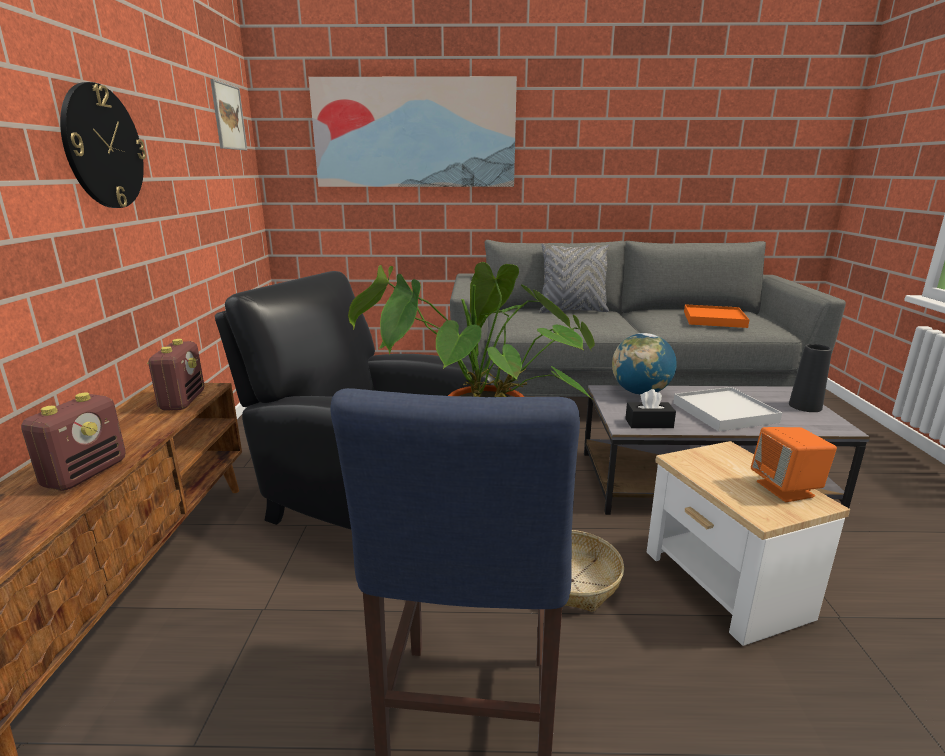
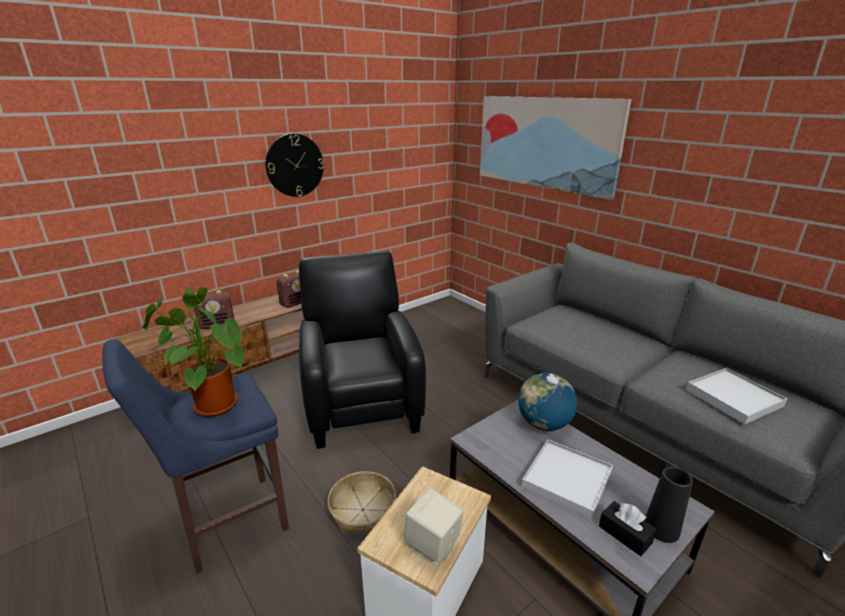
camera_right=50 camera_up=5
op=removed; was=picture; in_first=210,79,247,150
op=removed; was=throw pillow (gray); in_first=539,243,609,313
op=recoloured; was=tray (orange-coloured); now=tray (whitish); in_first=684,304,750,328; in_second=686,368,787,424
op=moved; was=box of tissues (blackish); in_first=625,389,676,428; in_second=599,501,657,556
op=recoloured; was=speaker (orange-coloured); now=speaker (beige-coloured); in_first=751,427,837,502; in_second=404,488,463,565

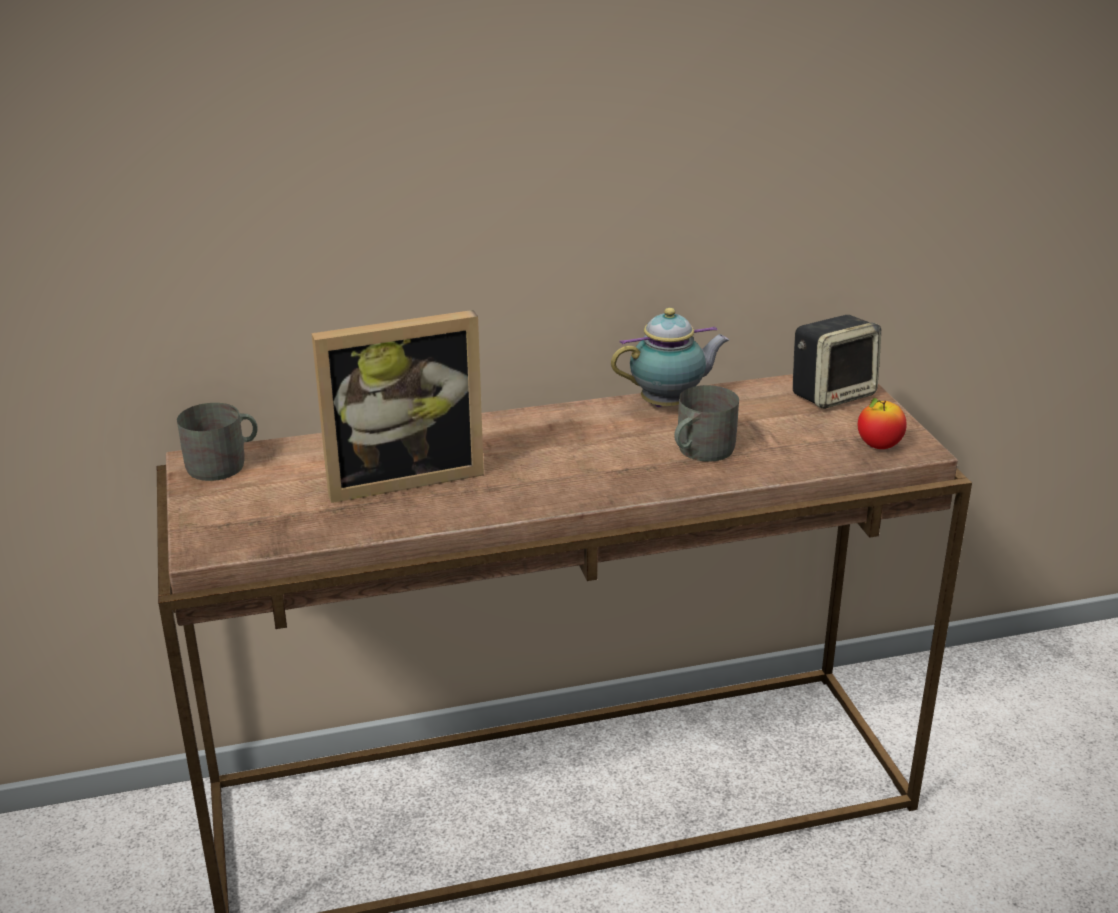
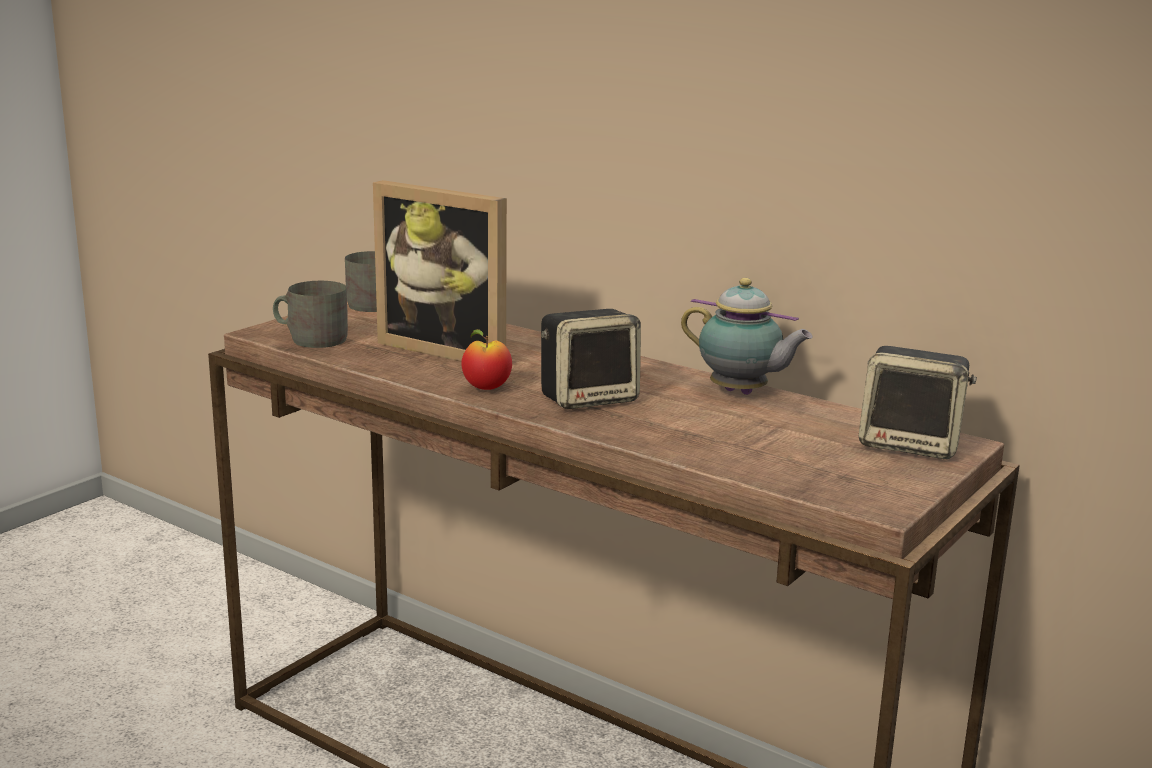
camera_right=50 camera_up=-10
op=moved; was=tea mug (gray); in_first=674,385,739,462; in_second=273,281,348,348
op=moved; was=whole apple; in_first=858,398,907,449; in_second=461,329,512,390
op=added; now=speaker; in_second=541,309,641,409

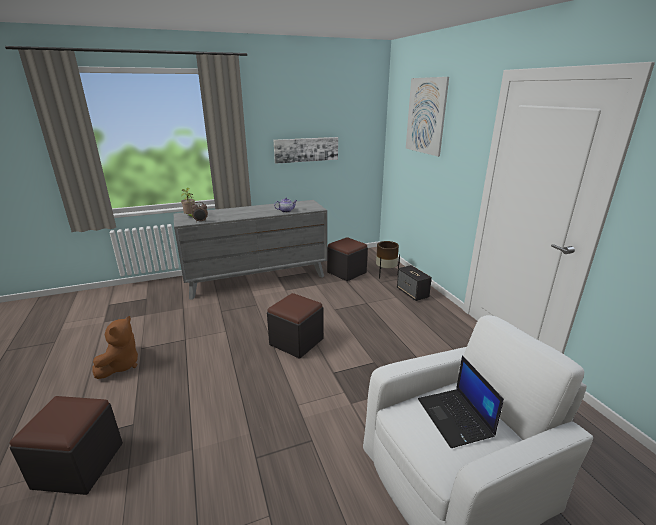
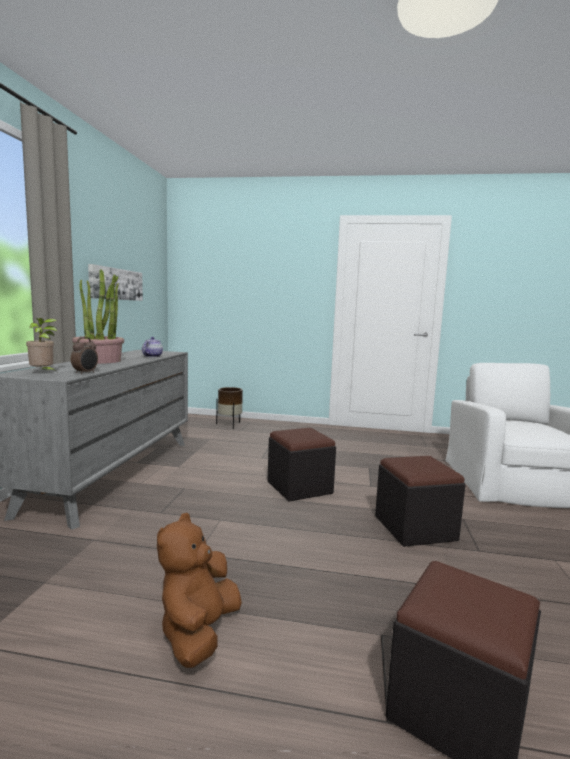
camera_right=-60 camera_up=-15
op=removed; was=picture; in_first=406,77,449,157
op=moved; was=pouffe (blackish); in_first=327,237,368,281; in_second=375,456,466,547
op=removed; was=speaker; in_first=397,265,432,301
op=turned; was=plush toy (brown-coloured); in_first=93,316,138,379; in_second=157,513,242,668; clockwise=-120
op=removed; was=notebook computer; in_first=418,356,504,448
op=added; now=plant in a pot; in_second=72,270,124,364

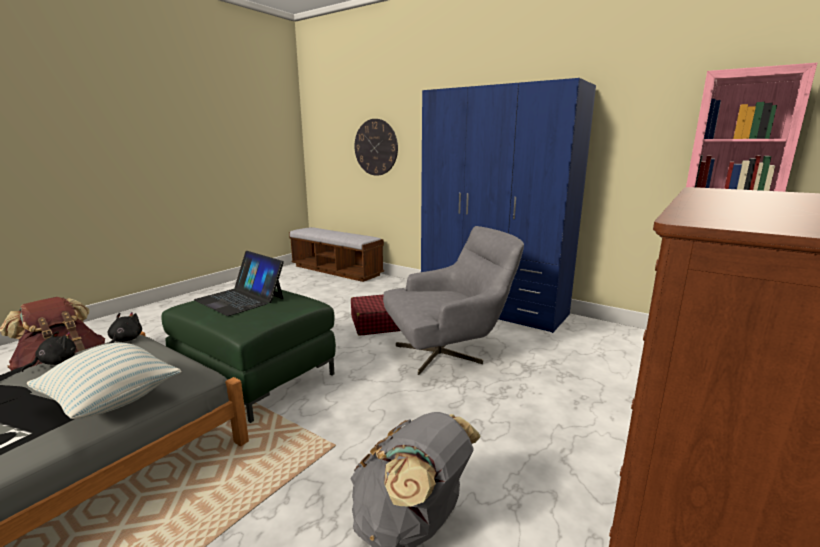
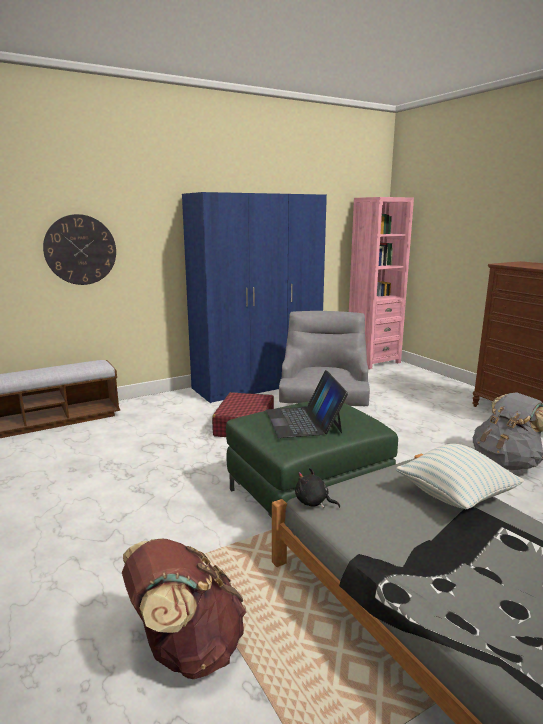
camera_right=-65 camera_up=0
op=turned; was=notebook computer; in_first=194,251,284,316; in_second=266,370,348,438; clockwise=105
op=removed; was=plush toy (blackish); in_first=21,331,76,372

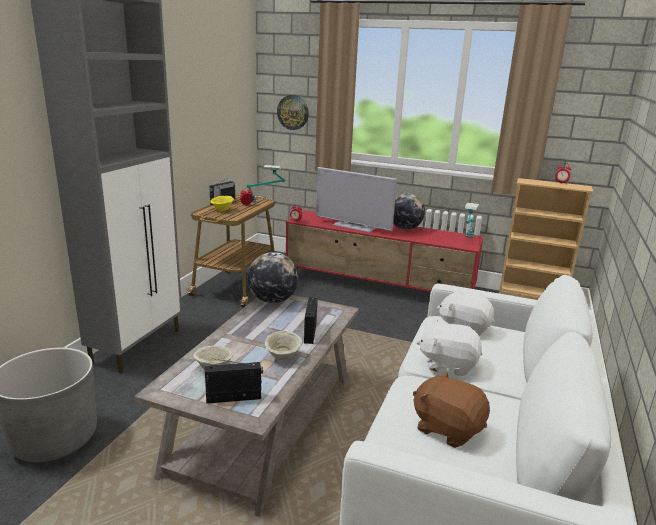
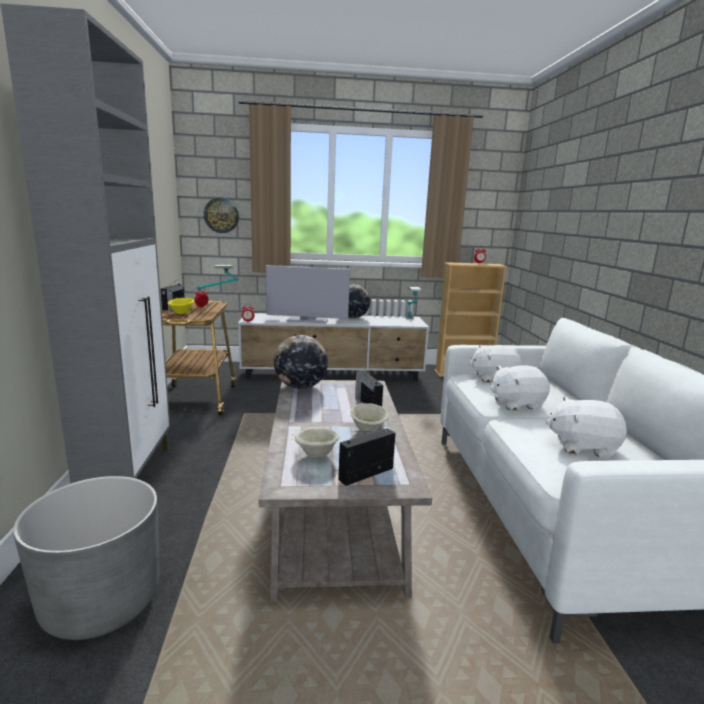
camera_right=-25 camera_up=-5
op=recoloured; was=media console (red); now=media console (whitish); in_first=286,210,484,292; in_second=238,313,429,381
op=recoloured; was=plush toy (brown-coloured); now=plush toy (whitish); in_first=413,372,490,448; in_second=546,397,627,458

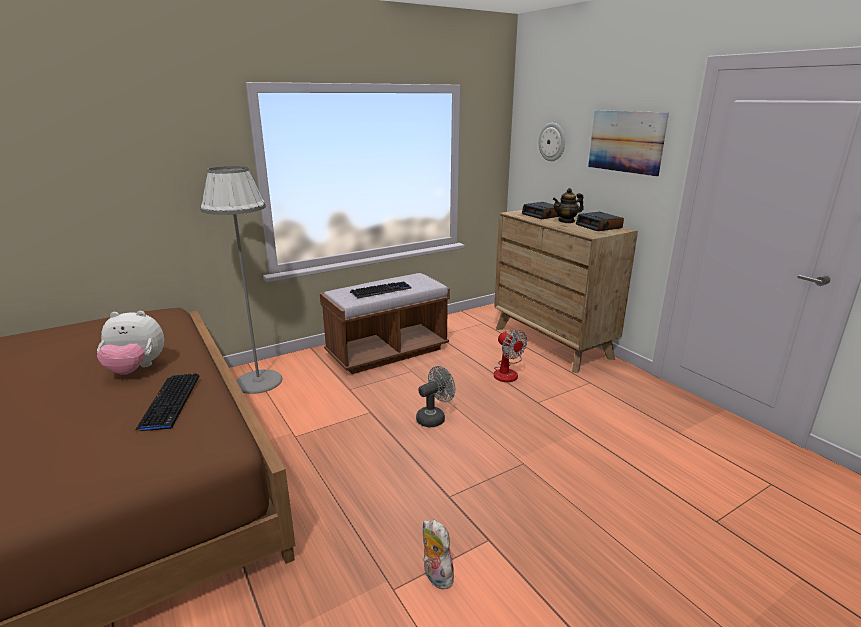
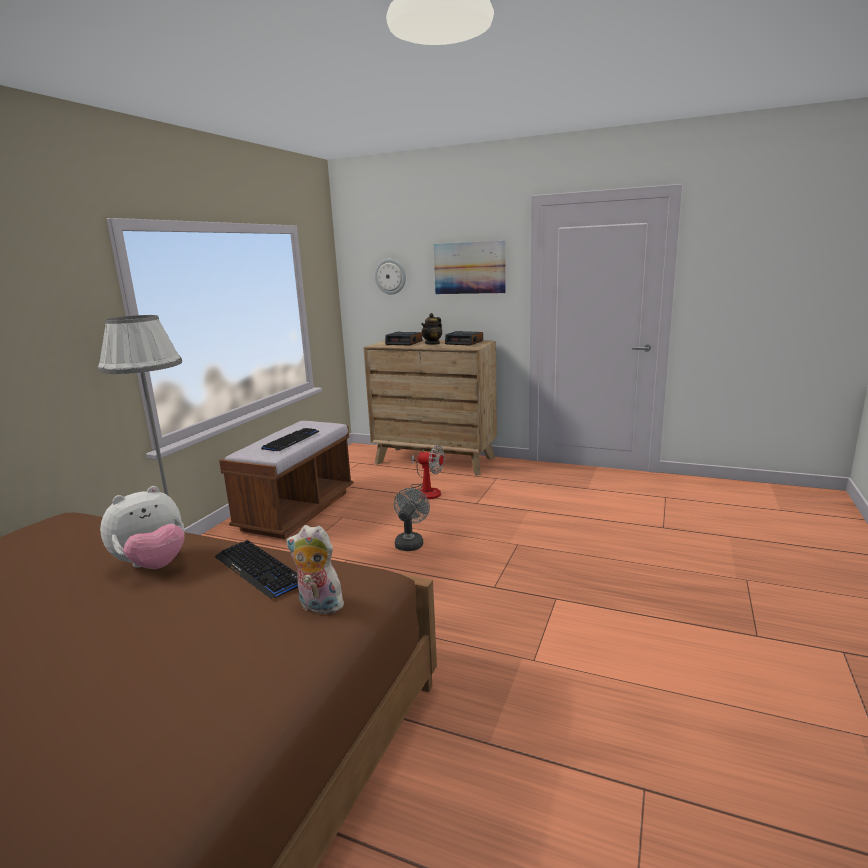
camera_right=-35 camera_up=-5
op=moved; was=plush toy; in_first=422,520,454,589; in_second=286,525,346,614

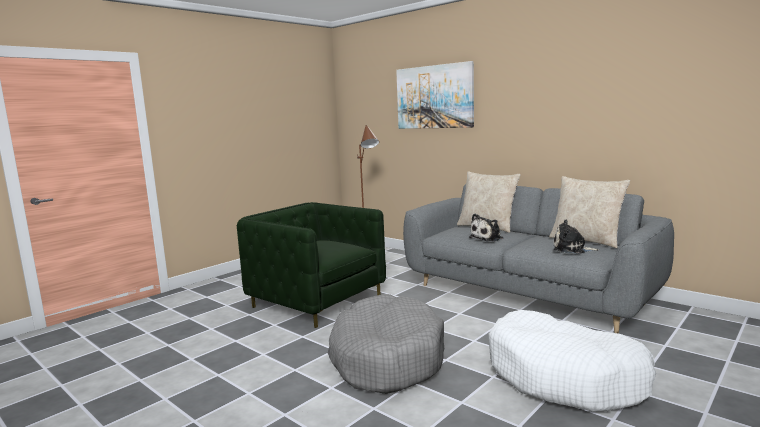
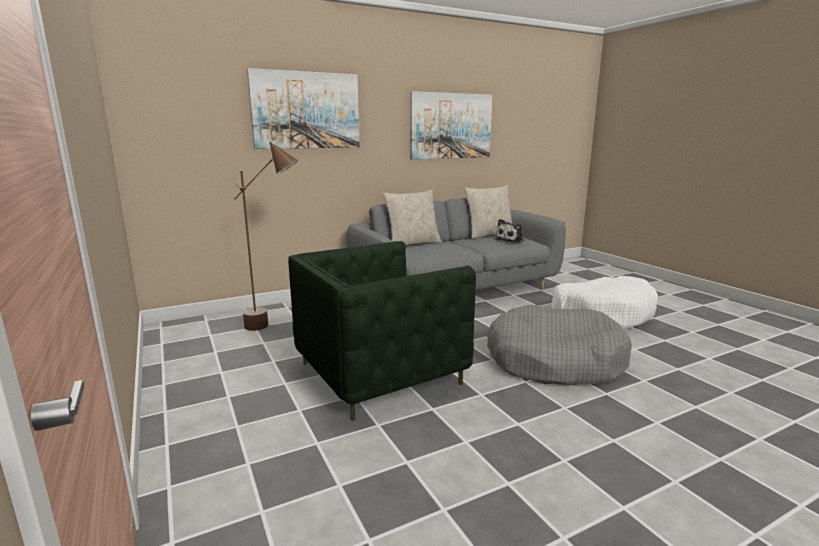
camera_right=-70 camera_up=5
op=removed; was=plush toy; in_first=469,214,504,242
op=added; now=picture; in_second=410,91,492,159

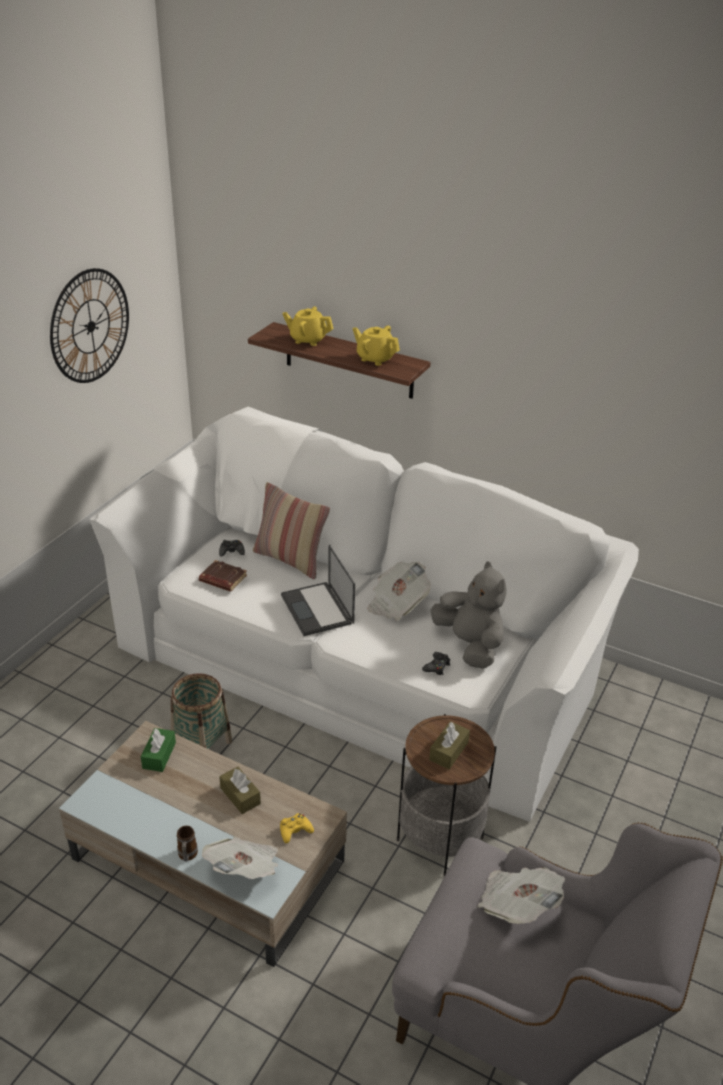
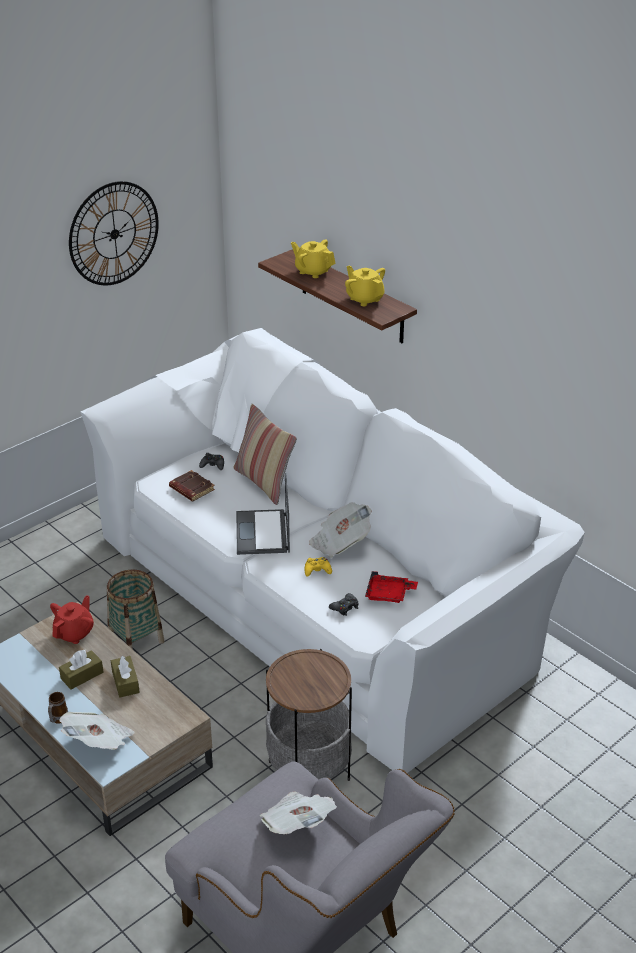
camera_right=20 camera_up=0
op=replaced; was=plush toy (gray); now=tray (red); in_first=431,561,506,669; in_second=365,571,418,603
op=moved; was=box of tissues (brown-coloured); in_first=429,721,470,769; in_second=59,650,103,690
op=replaced; was=box of tissues (green); now=tea pot (red); in_first=141,728,176,772; in_second=50,595,94,644
op=moved; was=game controller (yellow-coloured); in_first=280,813,314,843; in_second=305,557,332,576

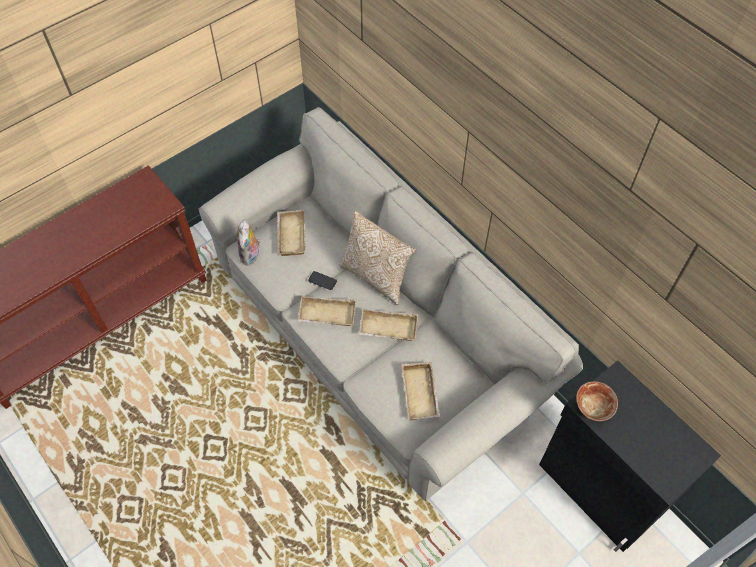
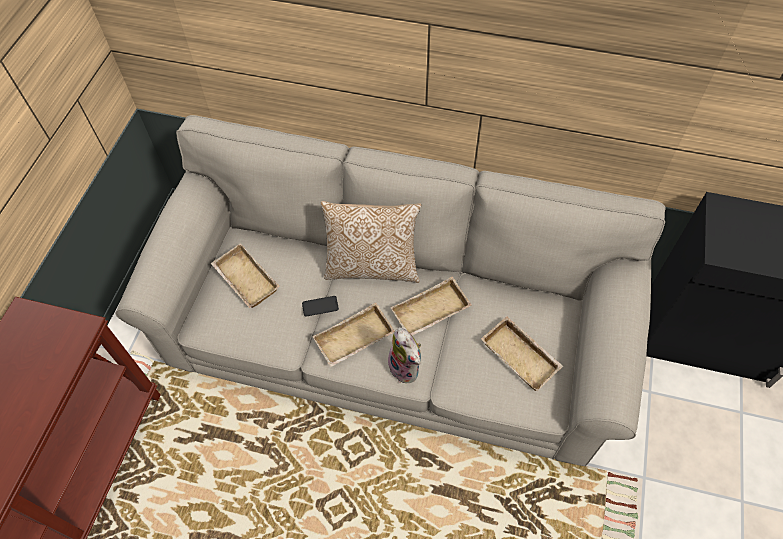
camera_right=-35 camera_up=0
op=moved; was=plush toy; in_first=237,220,260,266; in_second=388,327,421,383
op=removed; was=bowl; in_first=576,381,618,421

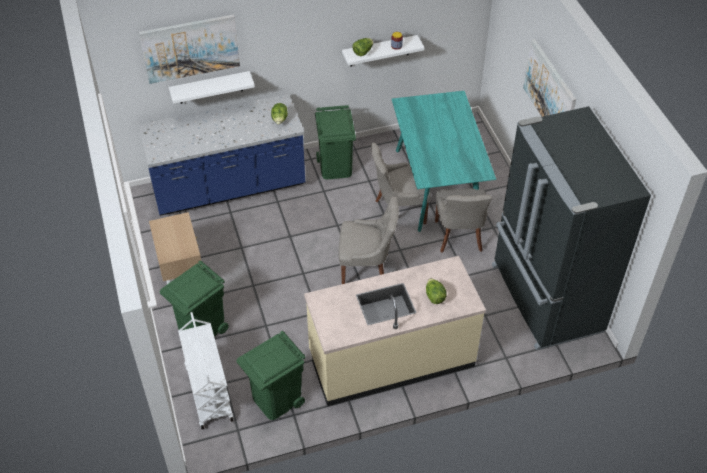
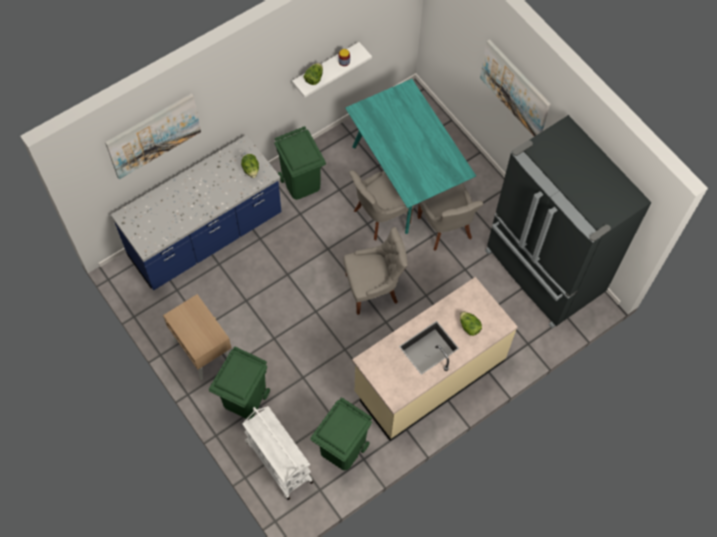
camera_right=-20 camera_up=15
op=removed; was=wall shelf (whitish); in_first=169,71,255,104

